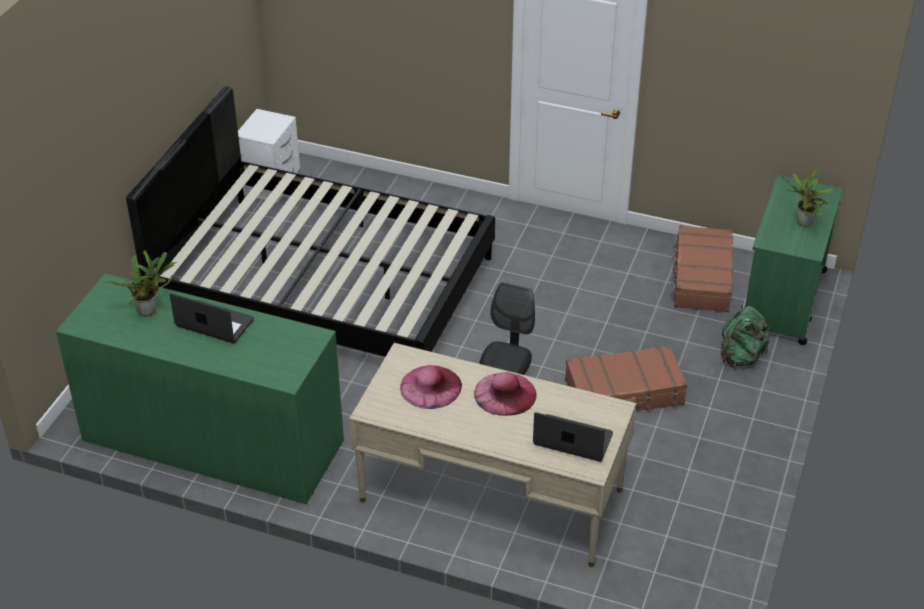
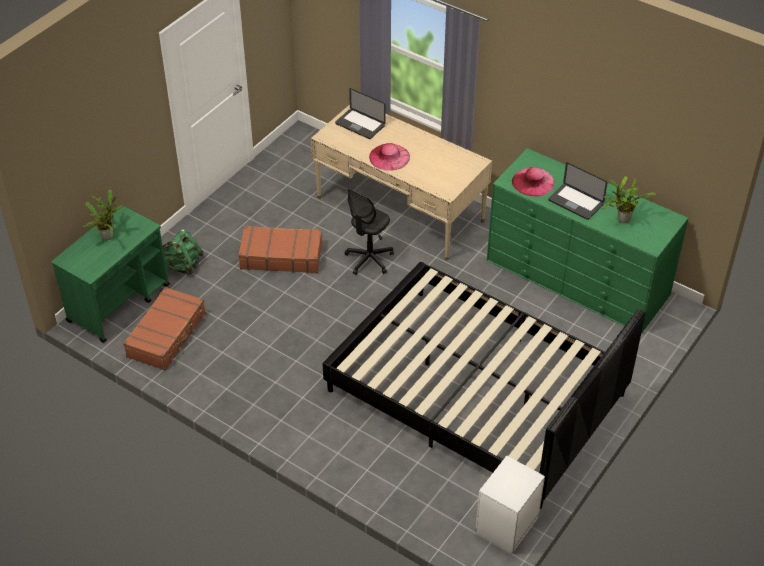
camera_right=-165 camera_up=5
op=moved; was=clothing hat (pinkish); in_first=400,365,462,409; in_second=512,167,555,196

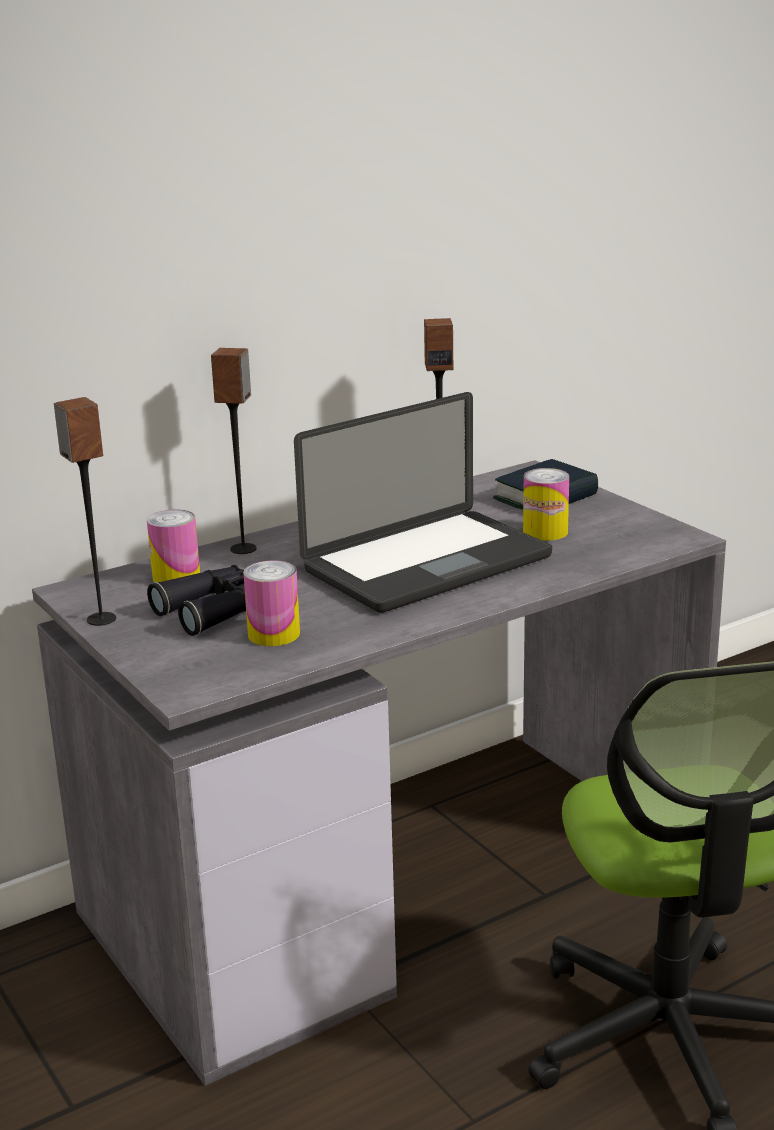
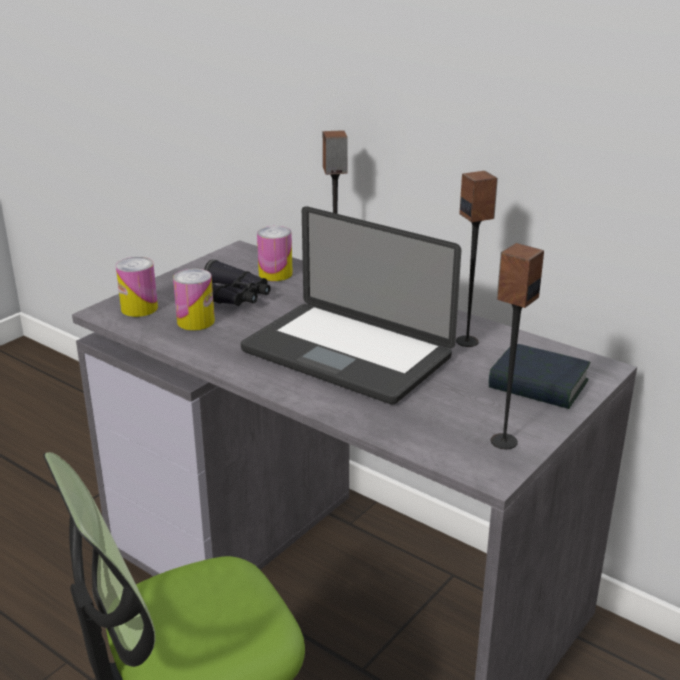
camera_right=70 camera_up=5
op=moved; was=speaker; in_first=54,397,116,626; in_second=491,243,544,449
op=moved; was=sealed can; in_first=523,468,569,541; in_second=116,257,158,317

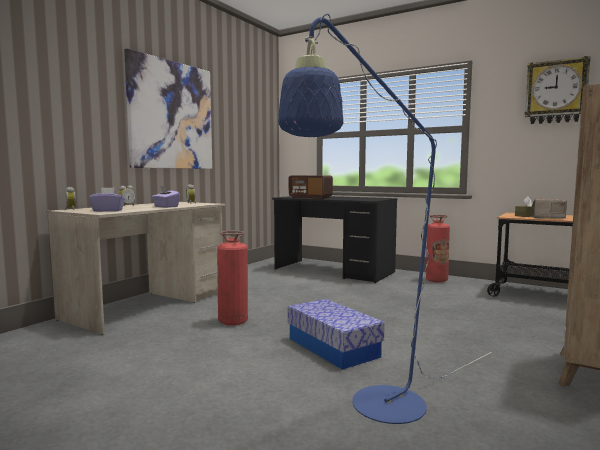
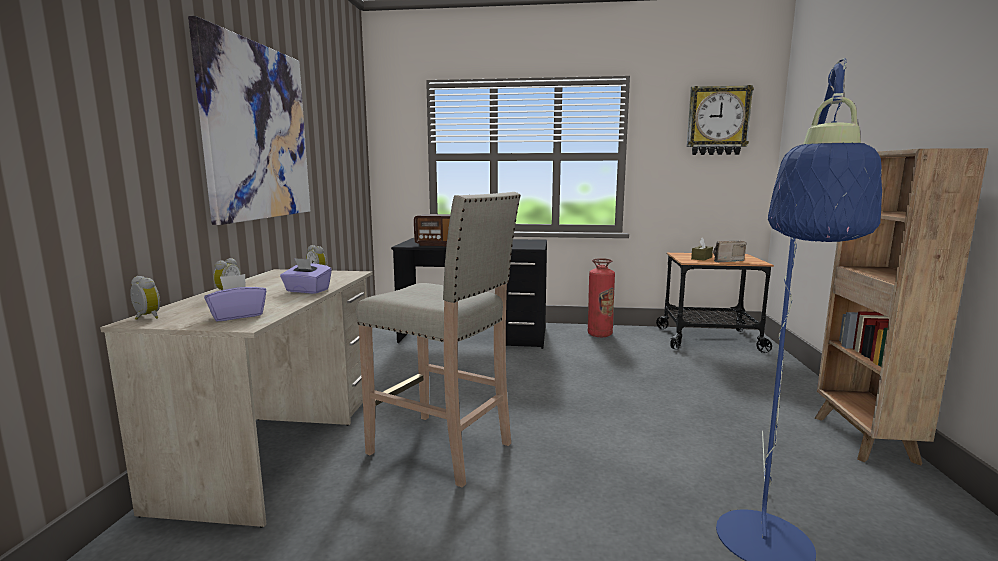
camera_right=-25 camera_up=5
op=replaced; was=fire-fighting cylinder; now=stool (beige-coloured); in_first=217,231,248,326; in_second=356,192,521,488
op=removed; was=storage box; in_first=288,299,385,370

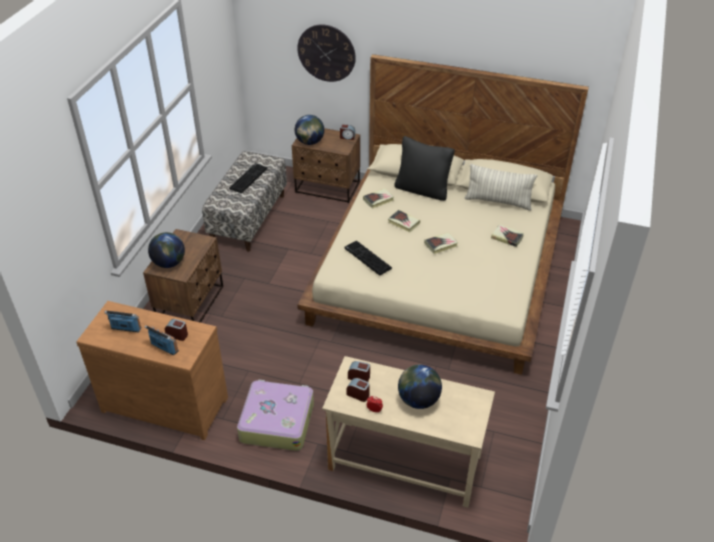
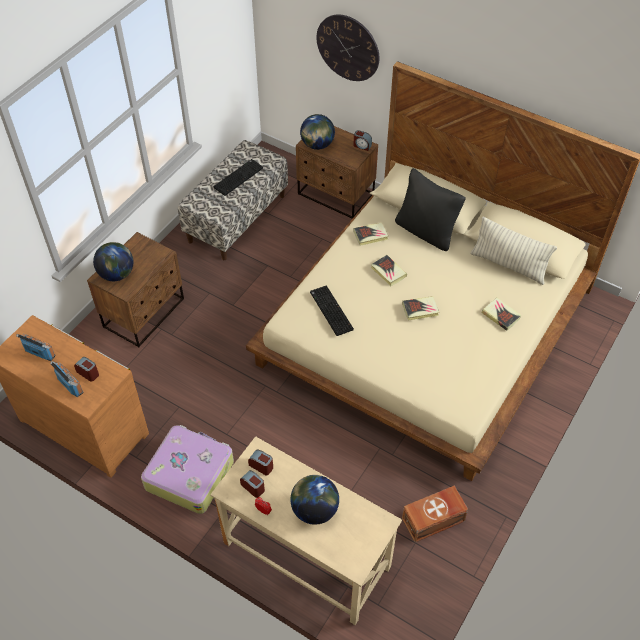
camera_right=15 camera_up=10
op=added; now=storage box (brown-coloured); in_second=402,486,468,542

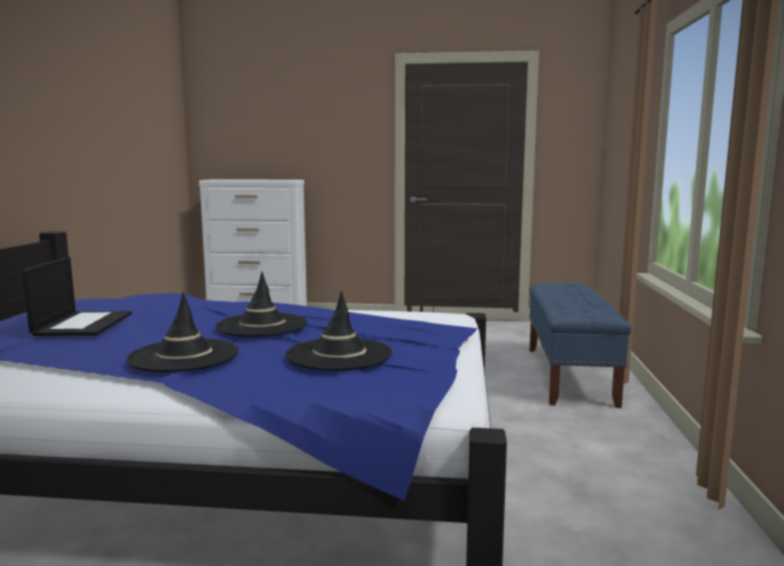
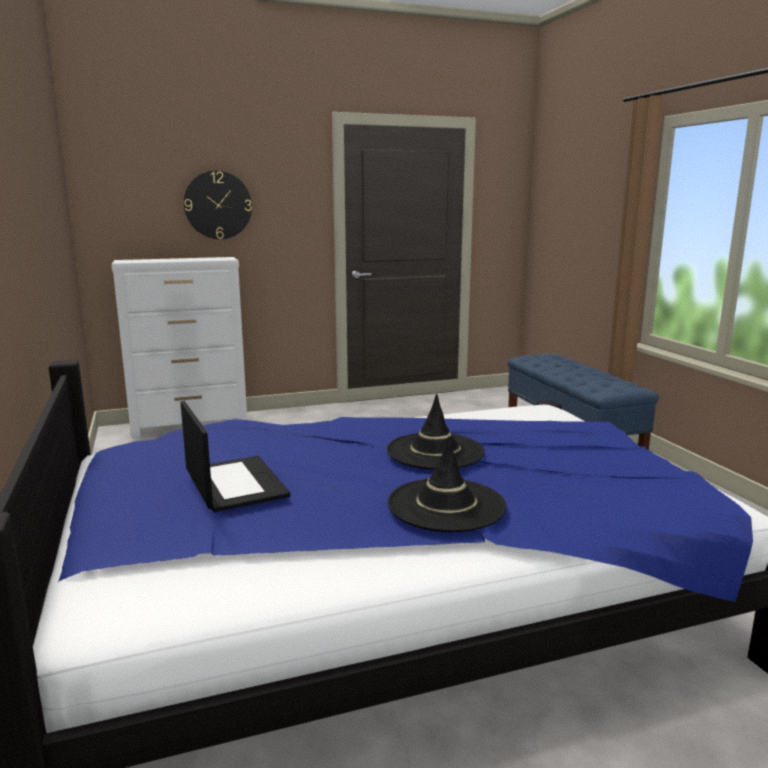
camera_right=-25 camera_up=5
op=removed; was=clothing hat (blackish); in_first=286,291,392,371
op=added; now=hanging clock; in_second=184,171,252,239

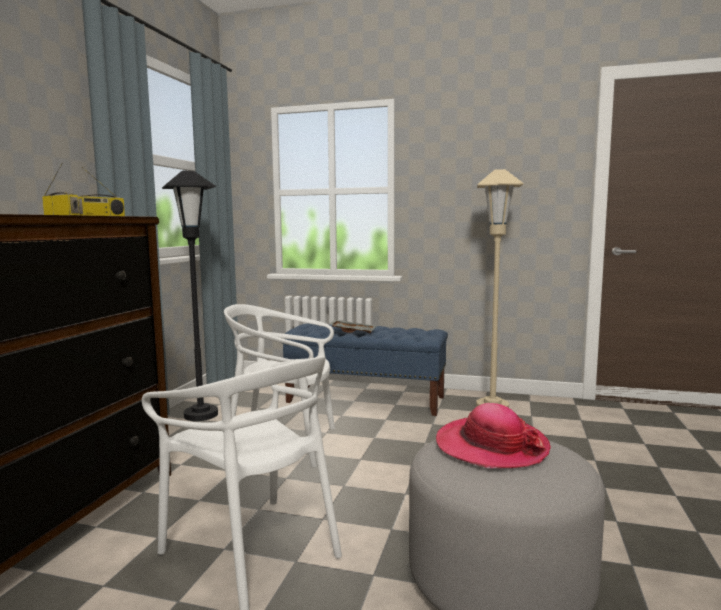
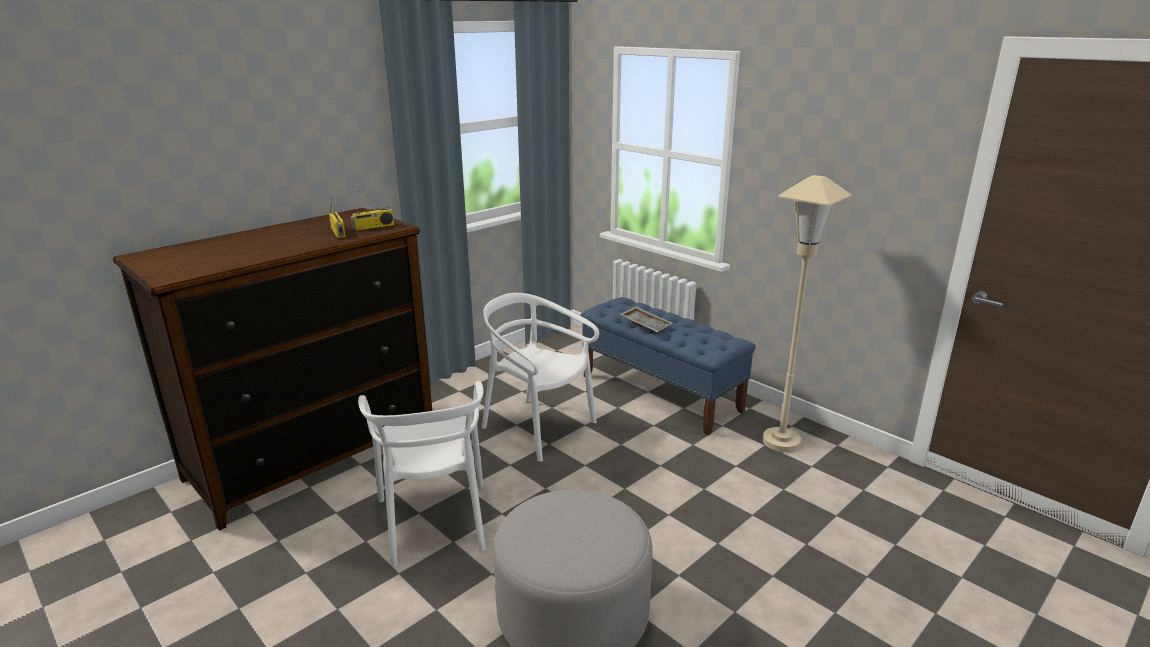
camera_right=30 camera_up=15
op=removed; was=standard lamp (blackish); in_first=162,171,218,421
op=removed; was=clothing hat; in_first=436,403,551,468

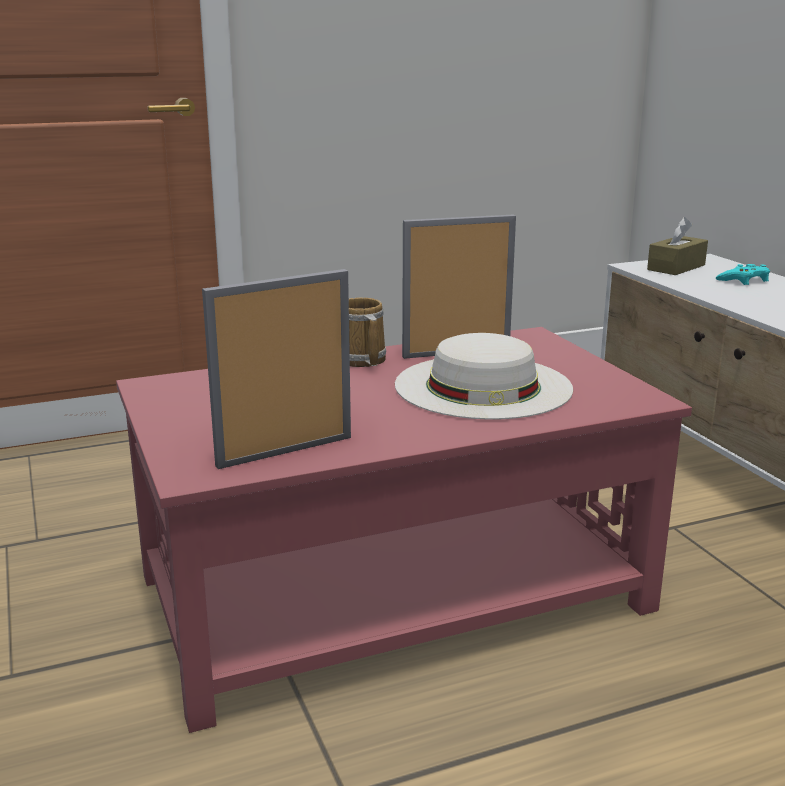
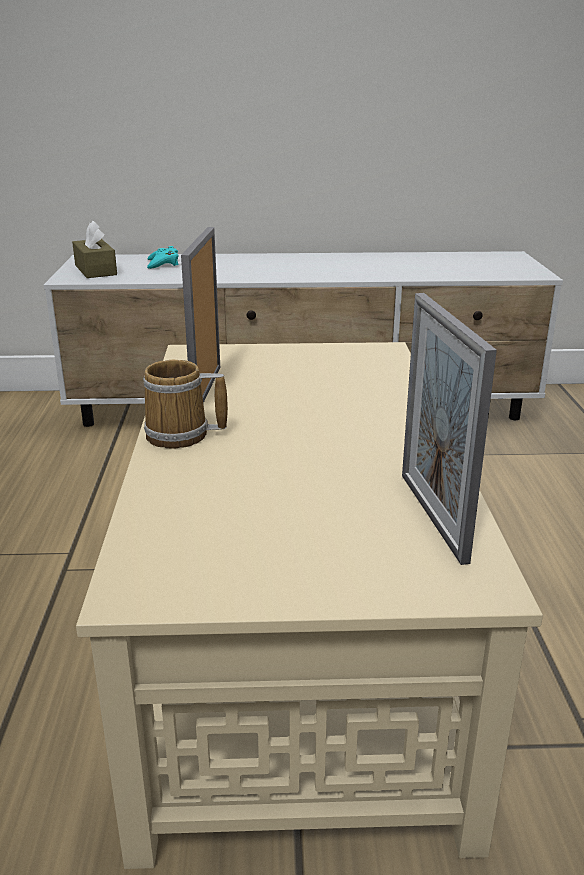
camera_right=-70 camera_up=5
op=recoloured; was=lounge table (red); now=lounge table (beige-coloured); in_first=116,327,692,733; in_second=76,342,543,869
op=removed; was=clothing hat (whitish); in_first=395,333,573,420

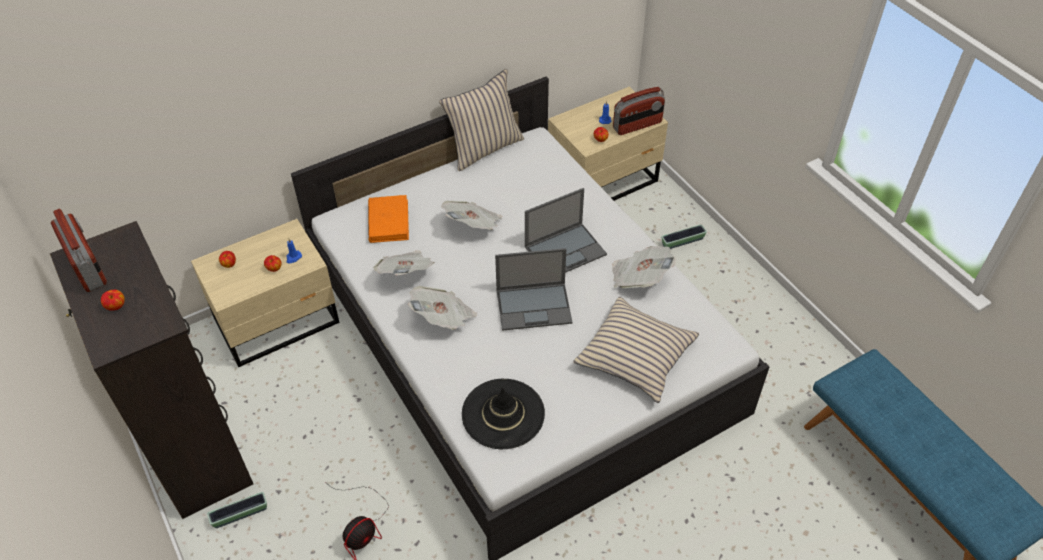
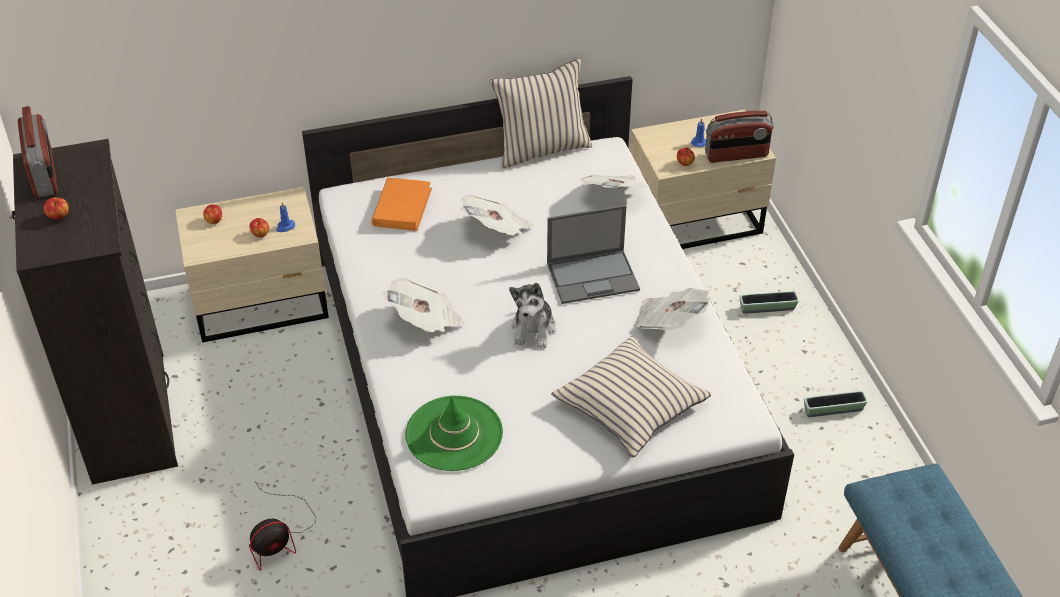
camera_right=15 camera_up=-5
op=replaced; was=notebook computer; now=plush toy; in_first=495,248,573,331; in_second=509,283,556,348
op=moved; was=daily paper; in_first=373,250,434,276; in_second=580,174,647,188
op=recoloured; was=clothing hat (blackish); now=clothing hat (green); in_first=462,379,545,449; in_second=405,396,503,471
op=moved; was=flower pot; in_first=207,492,267,528; in_second=804,391,868,417

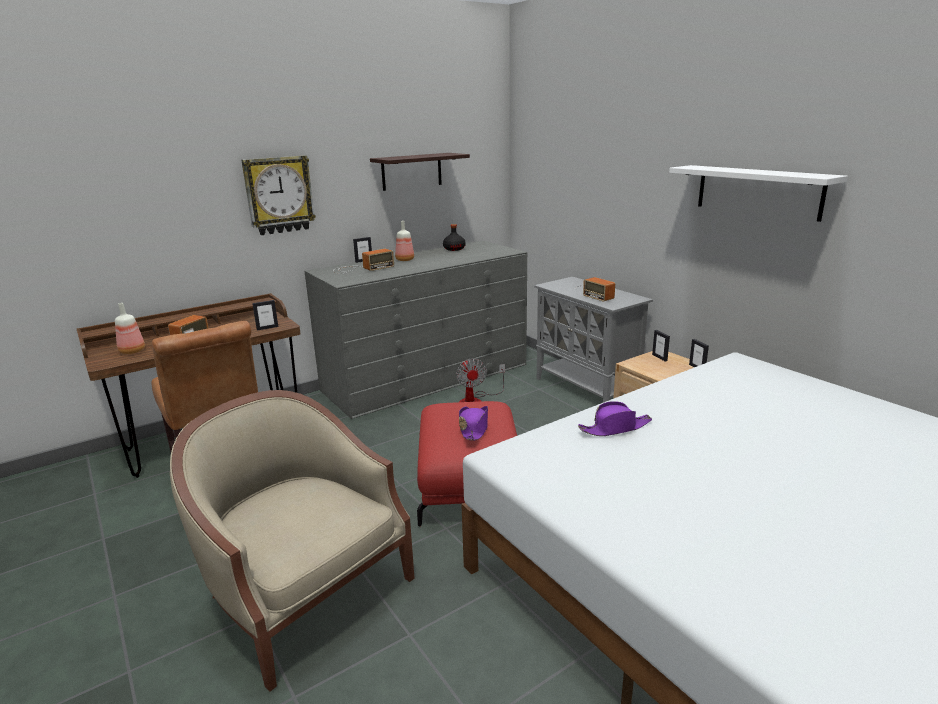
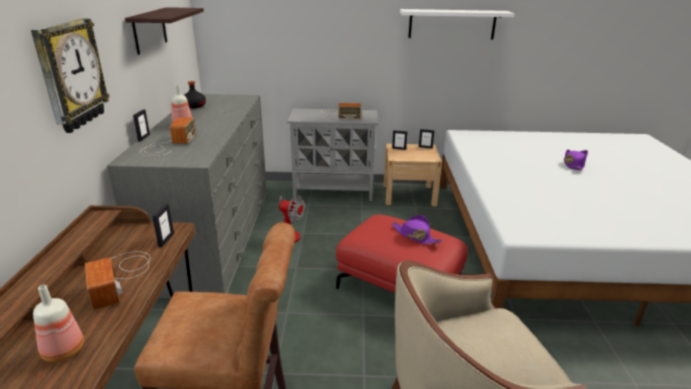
camera_right=-55 camera_up=5
op=moved; was=clothing hat (purple); in_first=578,401,652,436; in_second=564,149,588,171

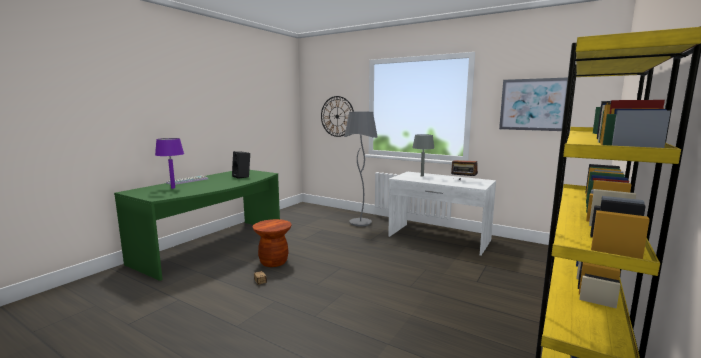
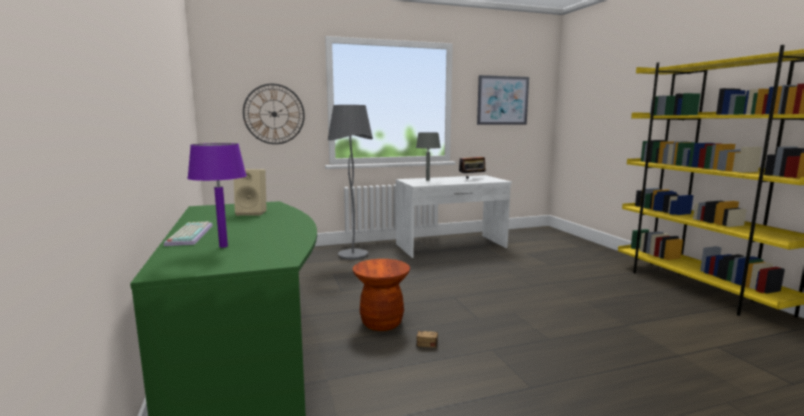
camera_right=-50 camera_up=0
op=recoloured; was=speaker (blackish); now=speaker (beige-coloured); in_first=232,151,250,179; in_second=234,169,267,216

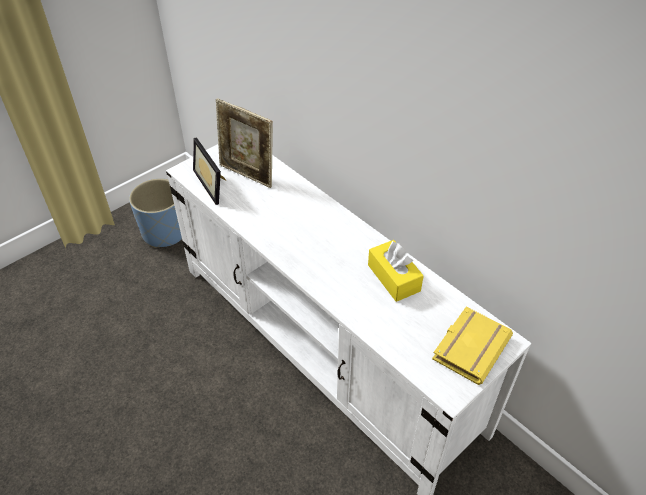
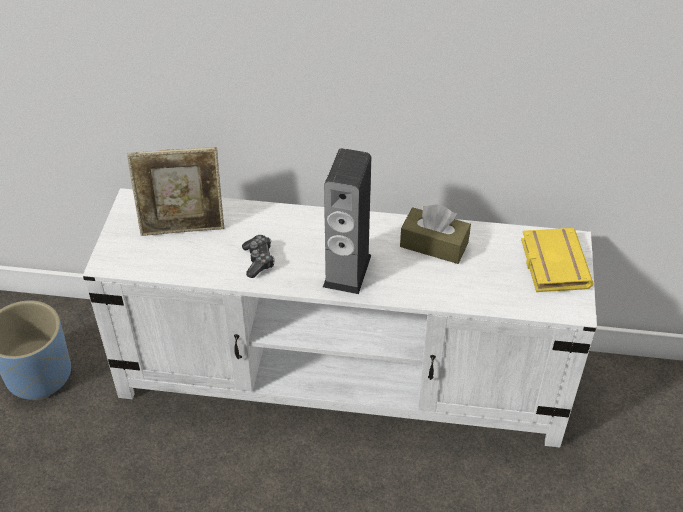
camera_right=-40 camera_up=0
op=removed; was=photo frame; in_first=193,137,226,205
op=recoloured; was=box of tissues (yellow-coloured); now=box of tissues (brown-coloured); in_first=368,240,424,302; in_second=400,204,471,264
op=added; now=speaker; in_second=323,148,371,294
op=added; now=game controller; in_second=242,235,275,278

